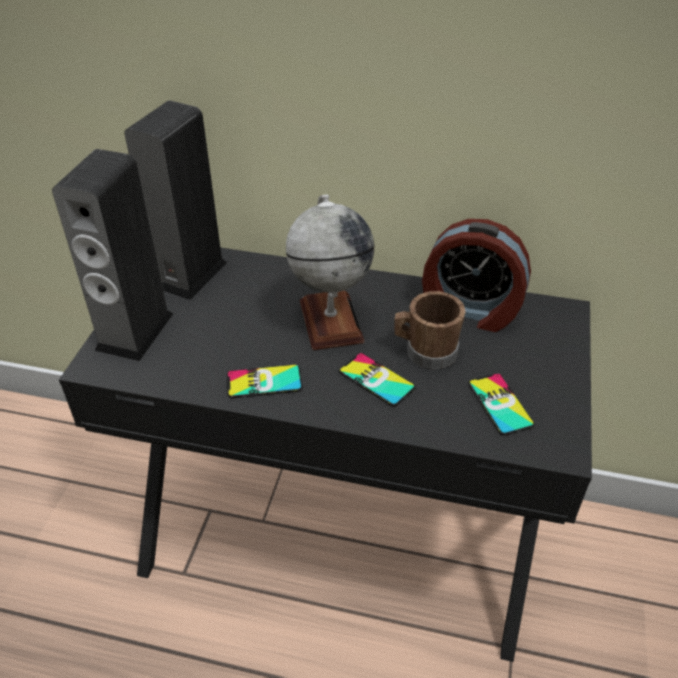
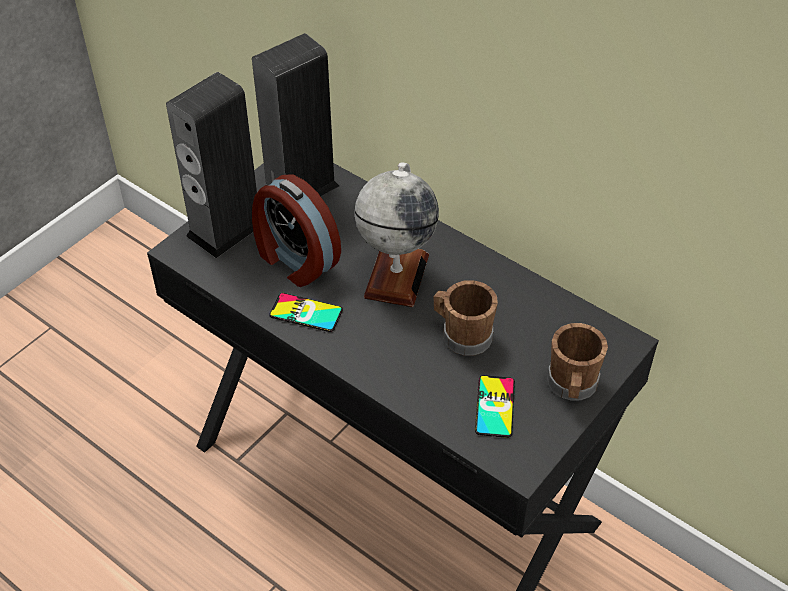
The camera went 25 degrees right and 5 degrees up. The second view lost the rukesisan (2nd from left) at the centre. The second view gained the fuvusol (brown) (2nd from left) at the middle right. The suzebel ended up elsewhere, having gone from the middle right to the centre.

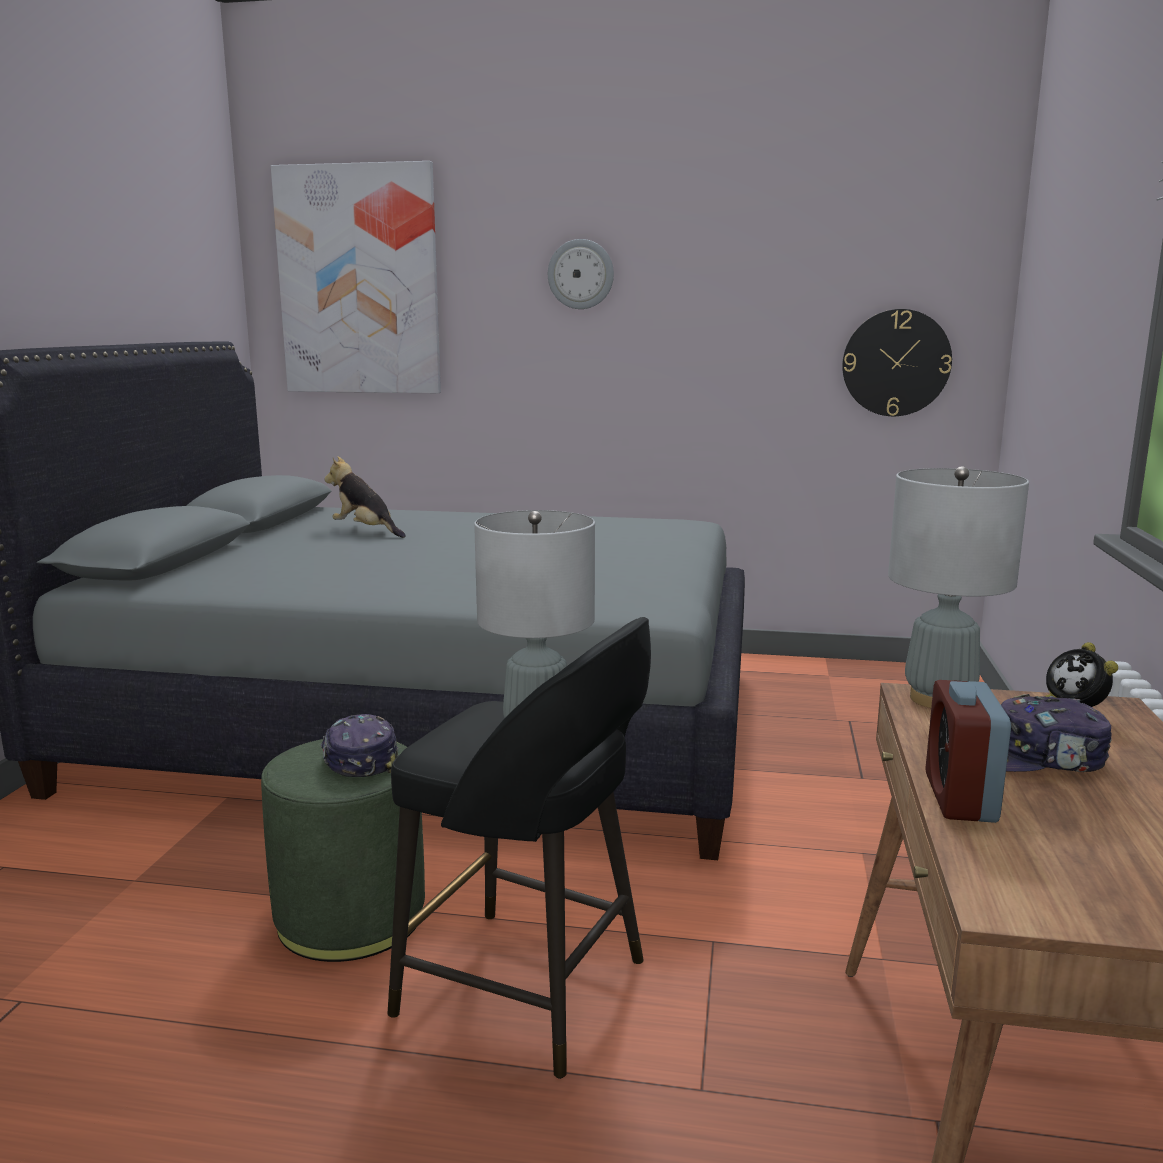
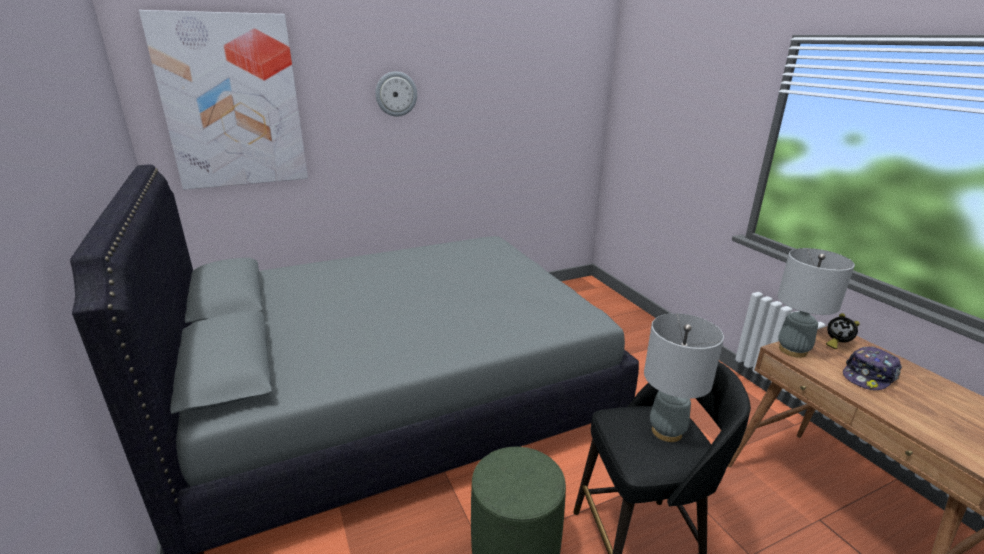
The camera went 35 degrees left and 10 degrees up. The second view lost the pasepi (1st from left) at the middle left. The second view lost the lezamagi at the middle left. The second view lost the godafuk (2nd from left) at the top right. The second view lost the suzebel (1st from left) at the middle right.

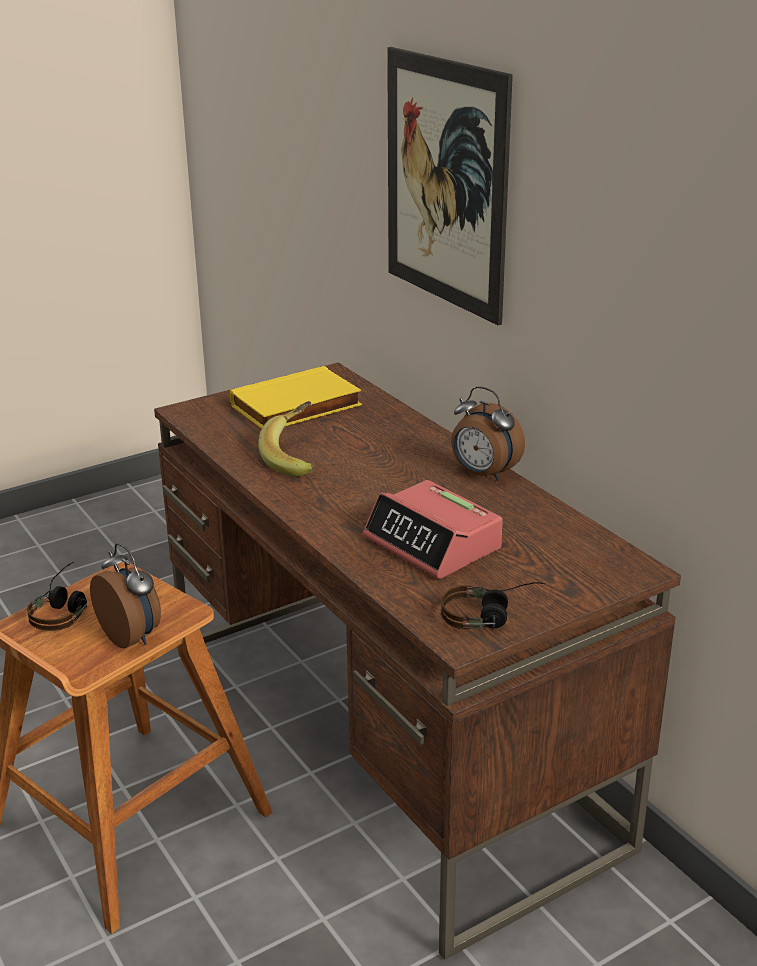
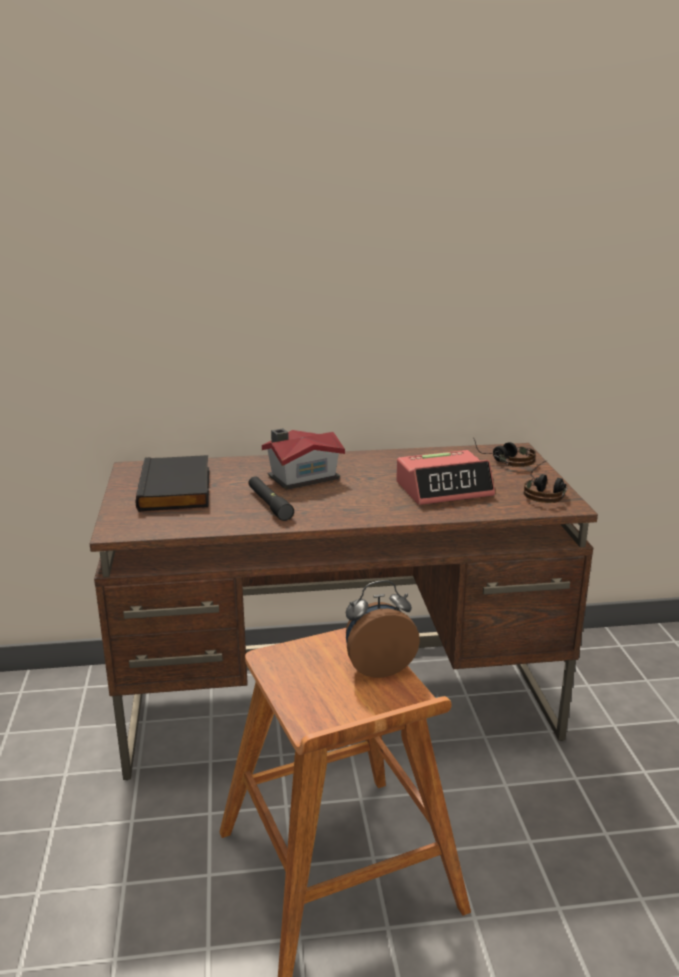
The camera went 65 degrees left and 5 degrees down. The second view lost the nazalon at the top centre. The second view lost the suzebel (3rd from left) at the centre. The second view gained the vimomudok at the centre. The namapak (1st from left) ended up elsewhere, having gone from the middle left to the middle right. Where the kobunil stood at the centre, the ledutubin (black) came to stand at the centre. What was the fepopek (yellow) at the centre turned into the fepopek (black) at the middle left.

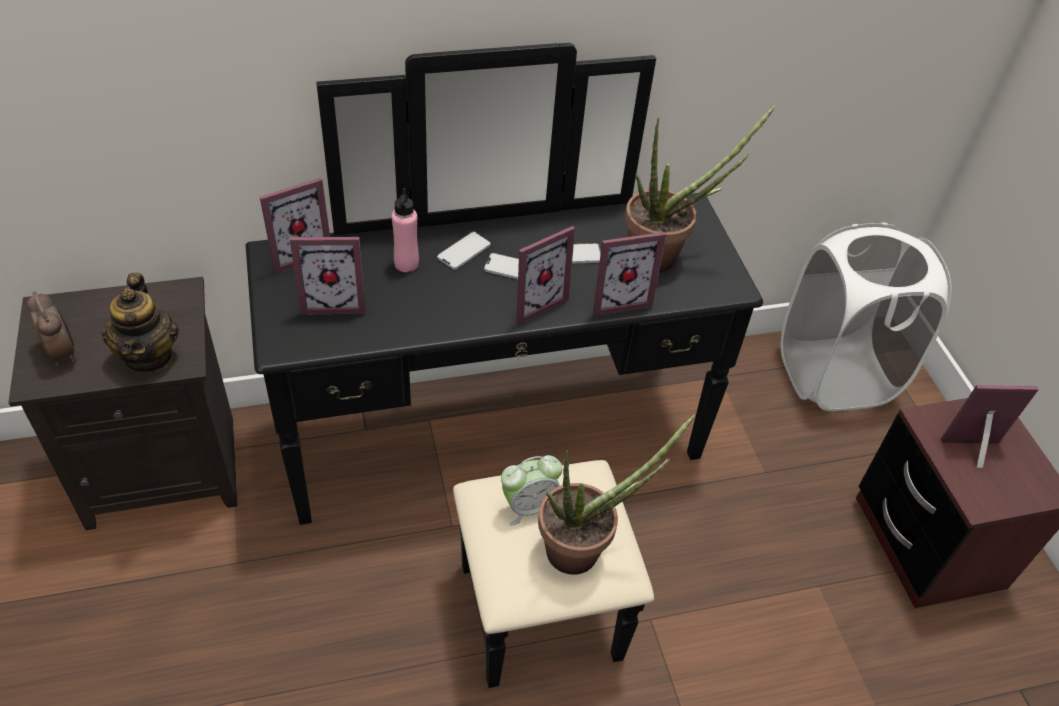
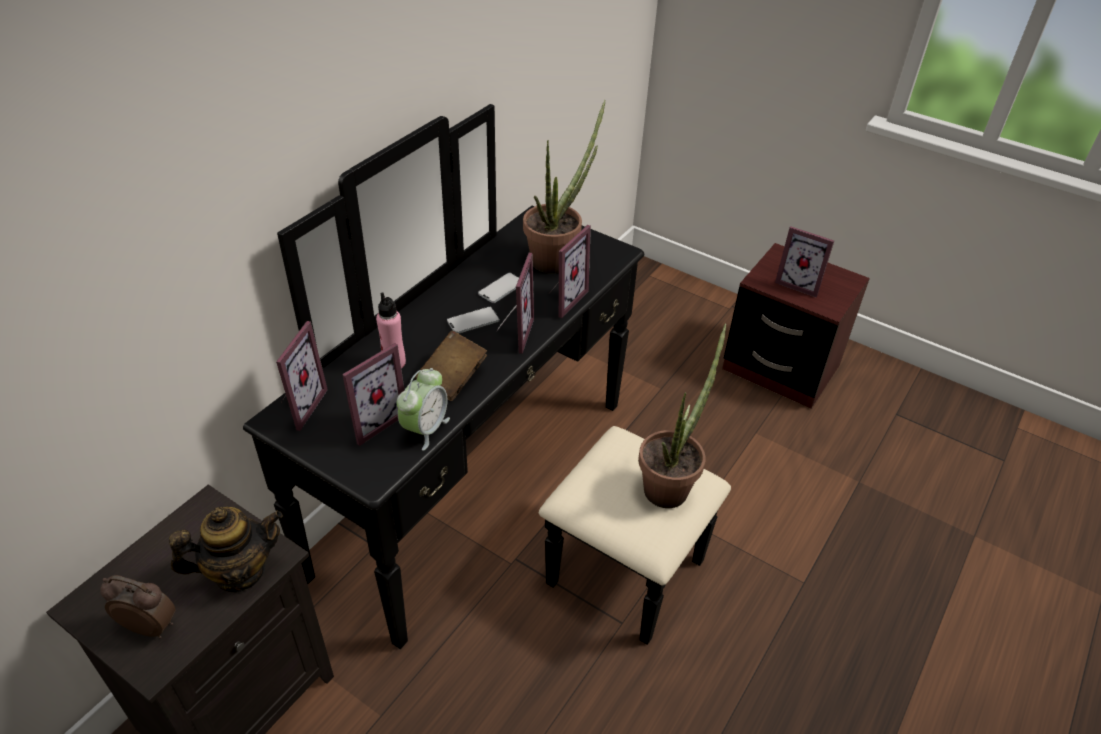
The camera went 40 degrees left and 5 degrees down. The second view lost the rukesisan (1st from left) at the centre. The second view lost the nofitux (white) at the middle right. The second view gained the fepopek (brown) at the centre. The suzebel (2nd from left) ended up elsewhere, having gone from the bottom centre to the centre. The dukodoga at the middle left ended up facing another way, 60 degrees counterclockwise from before. The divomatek (5th from left) at the middle right ended up facing another way, 105 degrees counterclockwise from before.

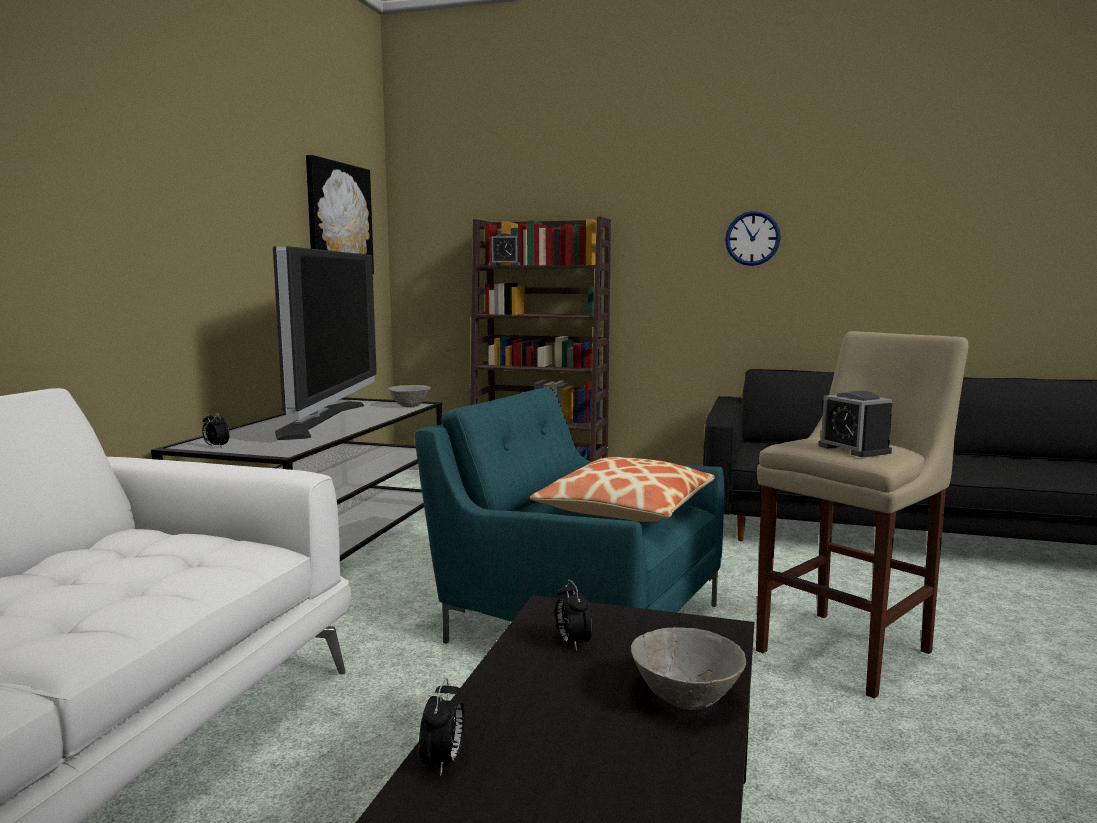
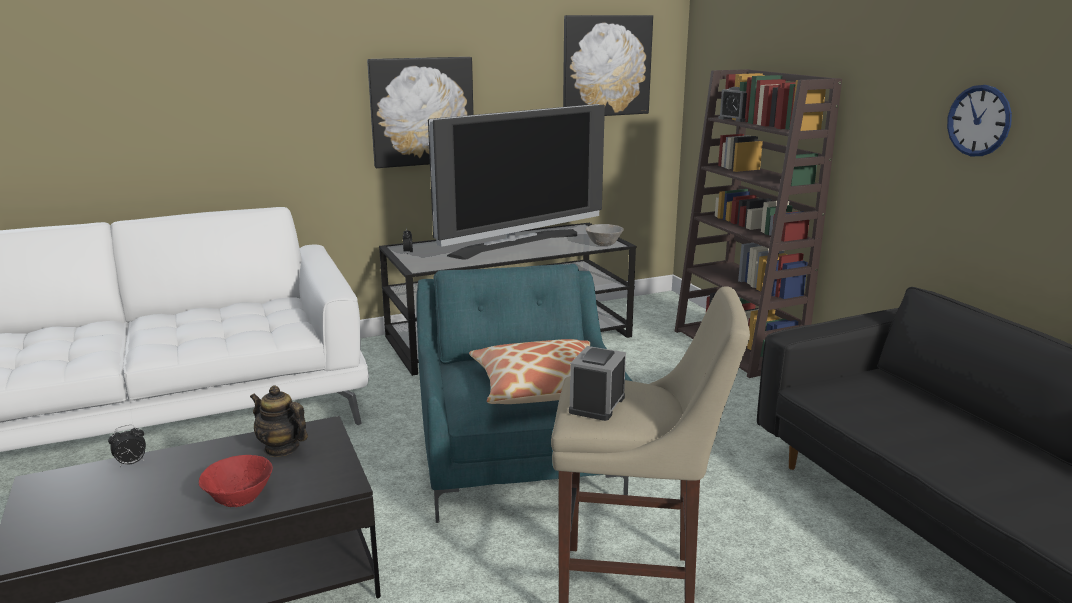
The camera went 50 degrees right and 10 degrees up. The second view gained the nazalon (1st from left) at the top centre. Where the suzebel (4th from left) stood at the bottom centre, the dukodoga came to stand at the bottom left. What was the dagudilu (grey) (2nd from left) at the bottom centre turned into the dagudilu (red) at the bottom left.

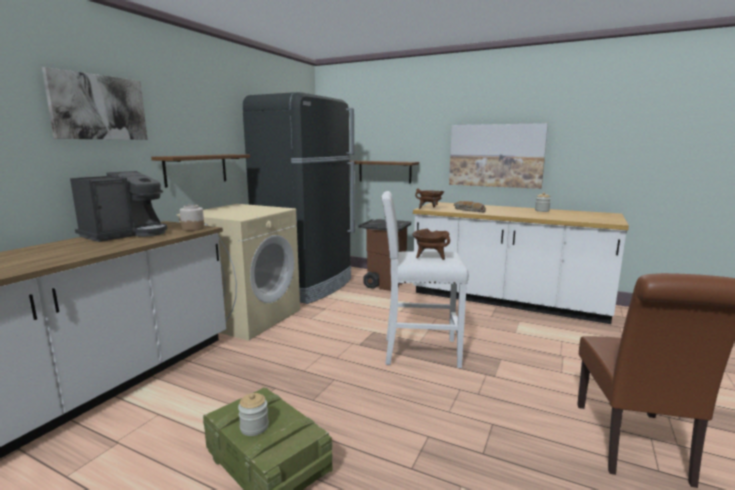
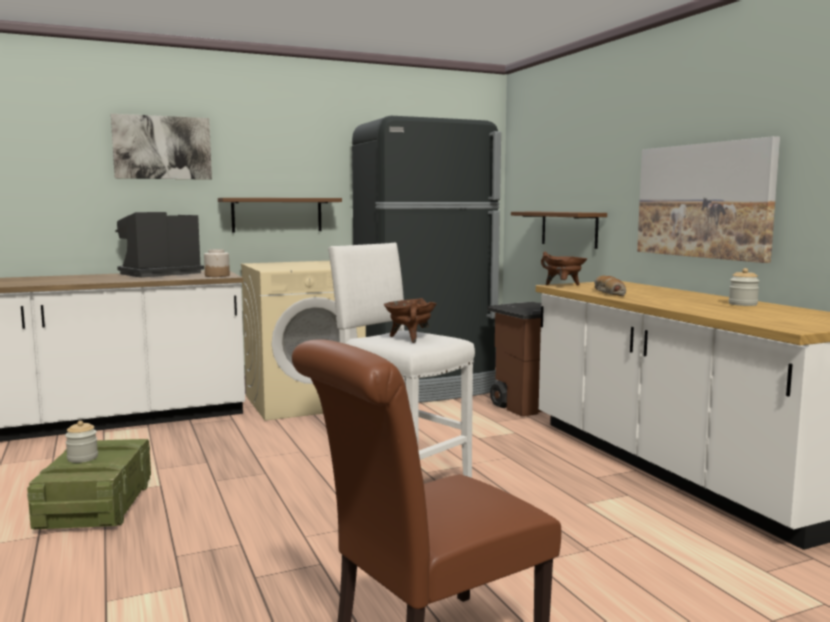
The camera went 40 degrees right and 5 degrees down. The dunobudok at the middle left ended up facing another way, 150 degrees clockwise from before.

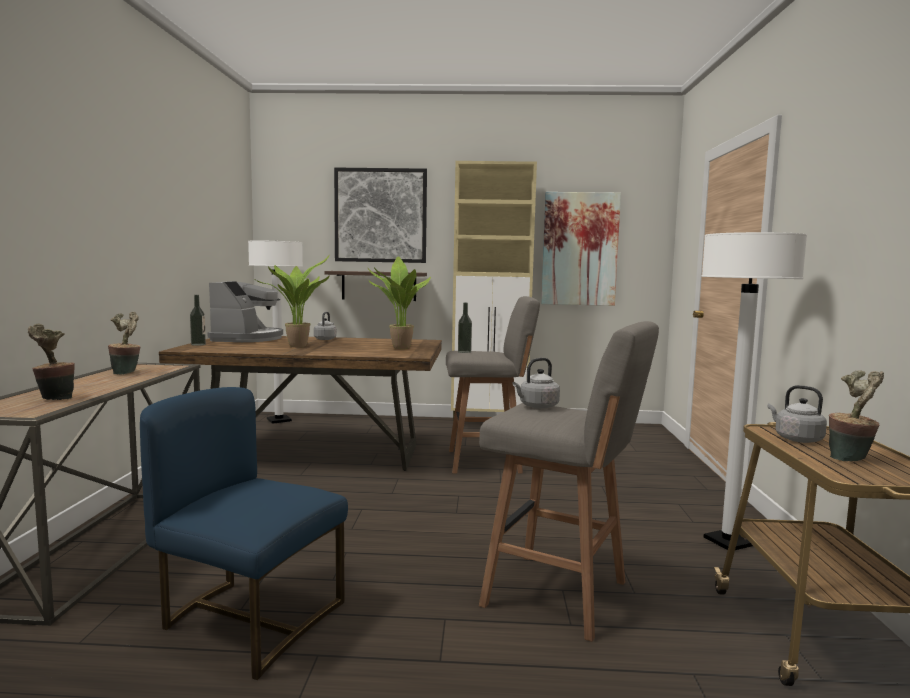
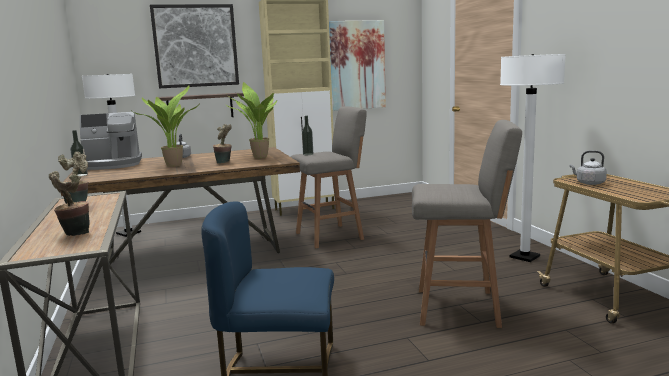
The camera went 20 degrees left and 5 degrees up. The second view lost the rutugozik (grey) (2nd from left) at the centre. The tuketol (5th from left in the first image) ended up elsewhere, having gone from the middle right to the middle left. The dunobudok at the middle left ended up facing another way, 90 degrees clockwise from before.

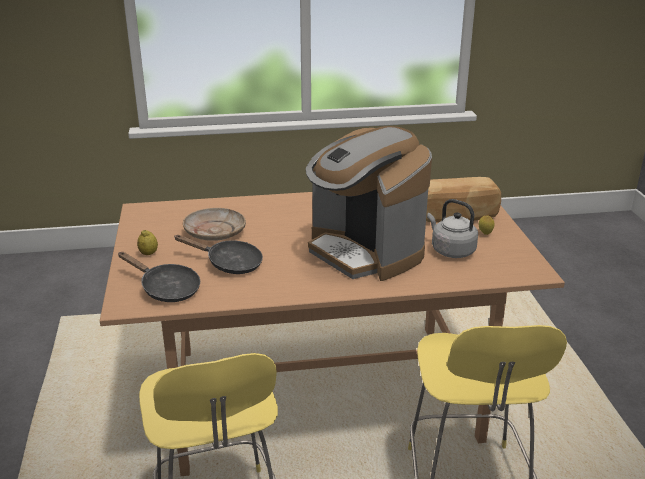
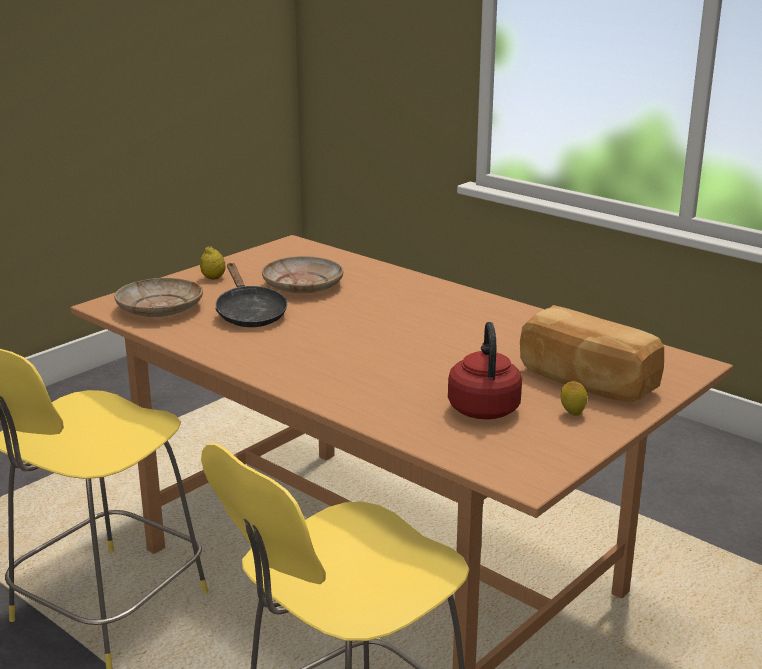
The camera went 50 degrees right and 5 degrees down. The second view lost the dunobudok at the centre. Where the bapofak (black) (1st from left) stood at the middle left, the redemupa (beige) (1st from left) came to stand at the middle left. What was the rutugozik (grey) at the middle right turned into the rutugozik (red) at the centre.

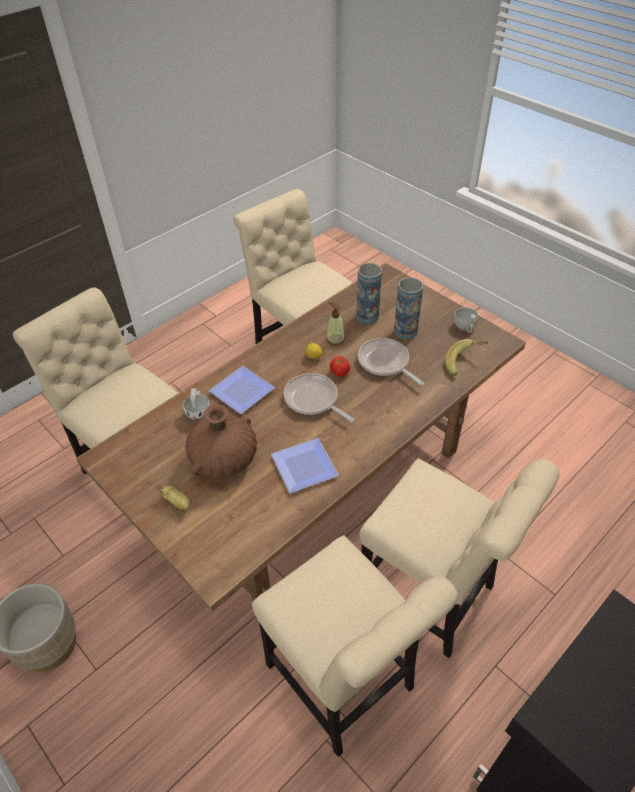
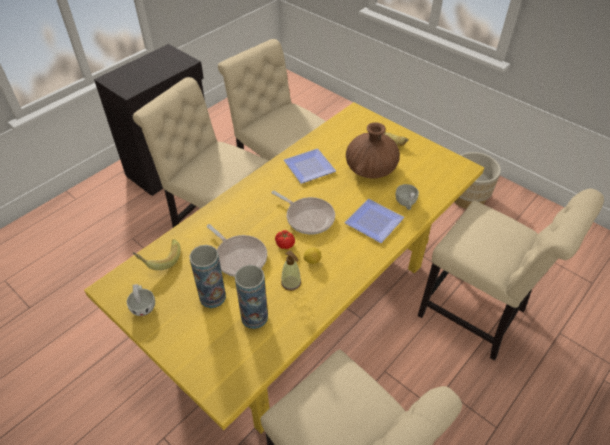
The camera went 175 degrees right and 0 degrees up. What was the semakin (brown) at the centre turned into the semakin (yellow) at the centre.

